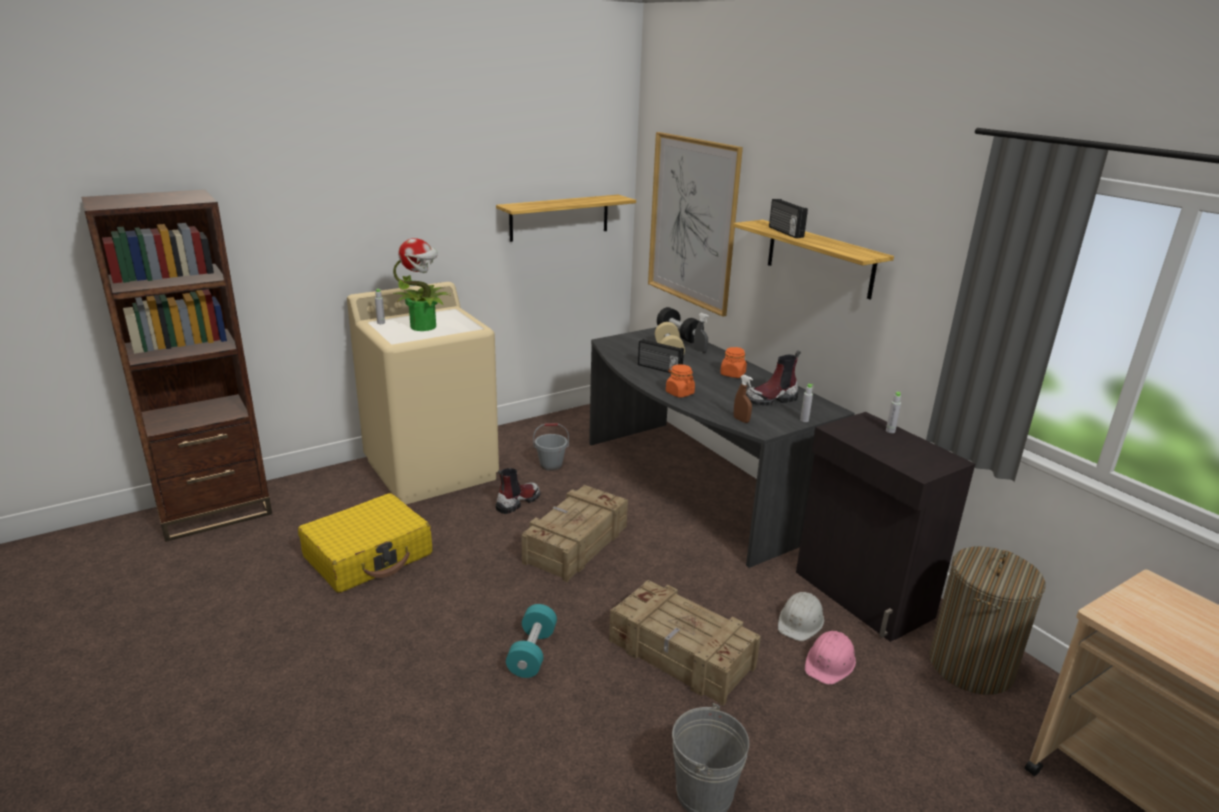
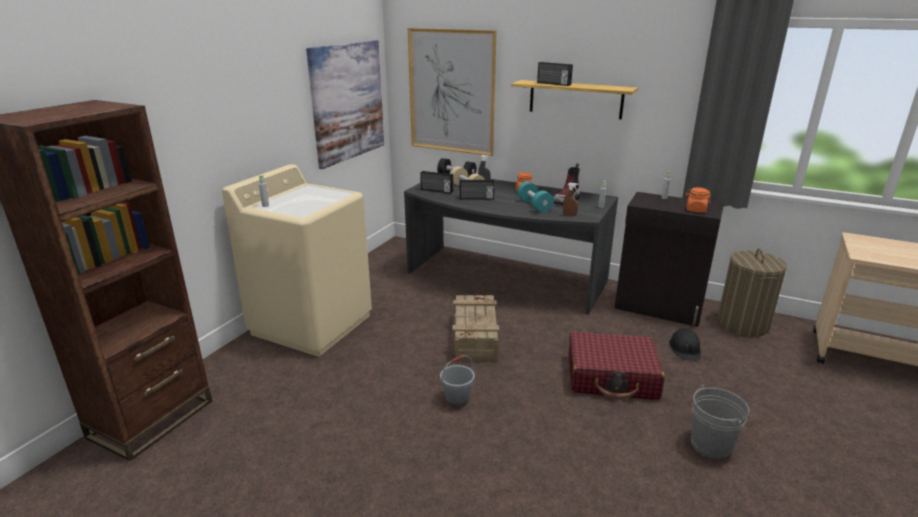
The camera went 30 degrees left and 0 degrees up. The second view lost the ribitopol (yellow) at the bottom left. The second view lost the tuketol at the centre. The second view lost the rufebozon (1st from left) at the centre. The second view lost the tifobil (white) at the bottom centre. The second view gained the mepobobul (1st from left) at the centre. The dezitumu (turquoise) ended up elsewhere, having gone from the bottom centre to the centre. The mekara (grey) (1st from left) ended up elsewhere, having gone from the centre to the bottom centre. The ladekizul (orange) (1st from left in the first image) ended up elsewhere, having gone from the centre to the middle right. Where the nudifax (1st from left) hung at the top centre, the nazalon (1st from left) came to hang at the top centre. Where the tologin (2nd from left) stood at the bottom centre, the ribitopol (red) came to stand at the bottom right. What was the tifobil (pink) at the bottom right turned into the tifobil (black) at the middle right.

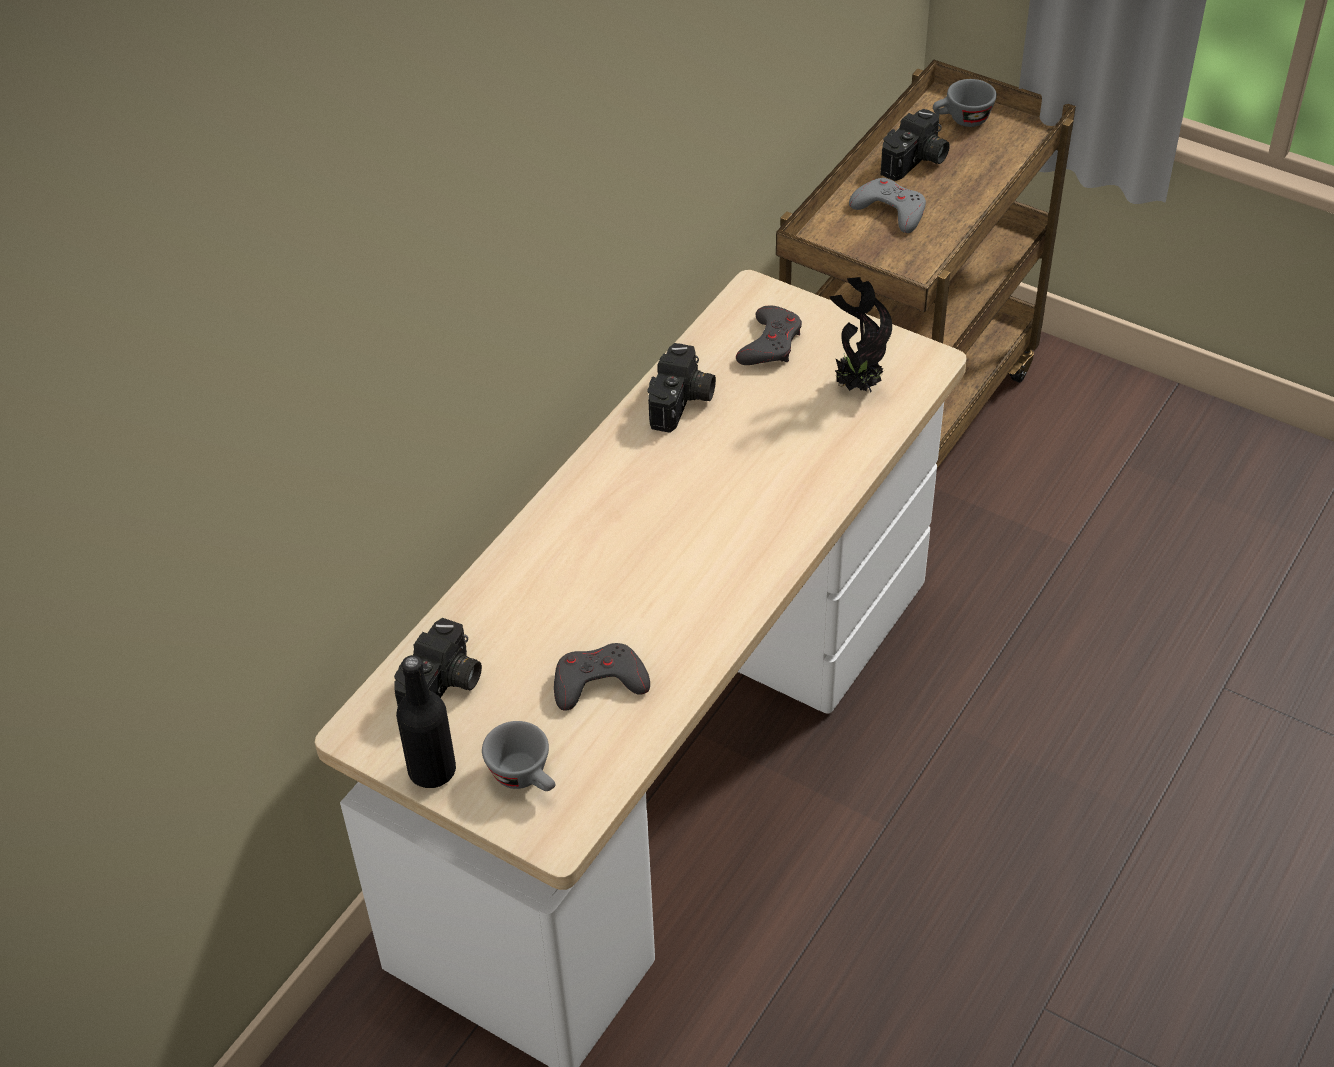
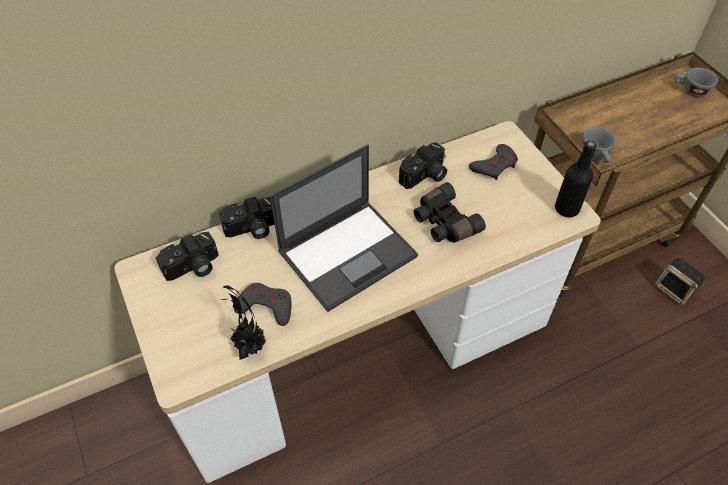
The camera went 30 degrees right and 5 degrees up. The second view lost the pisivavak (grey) (3rd from left) at the top centre. The second view gained the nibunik at the centre. The second view gained the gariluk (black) at the centre. The second view gained the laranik at the middle right. The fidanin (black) ended up elsewhere, having gone from the bottom left to the middle right. The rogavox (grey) (1st from left) ended up elsewhere, having gone from the bottom centre to the top right. The tuketol ended up elsewhere, having gone from the top centre to the centre. The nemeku (3rd from left in the first image) ended up elsewhere, having gone from the top right to the centre.

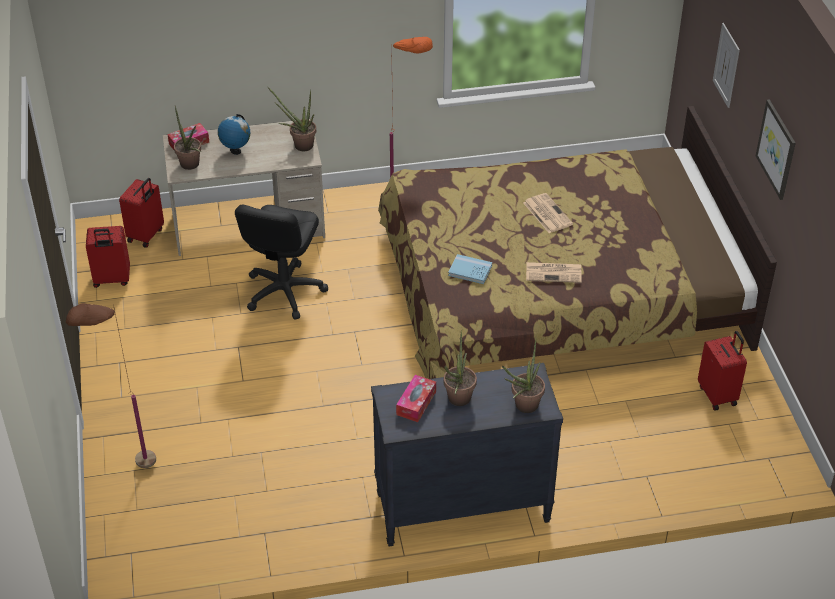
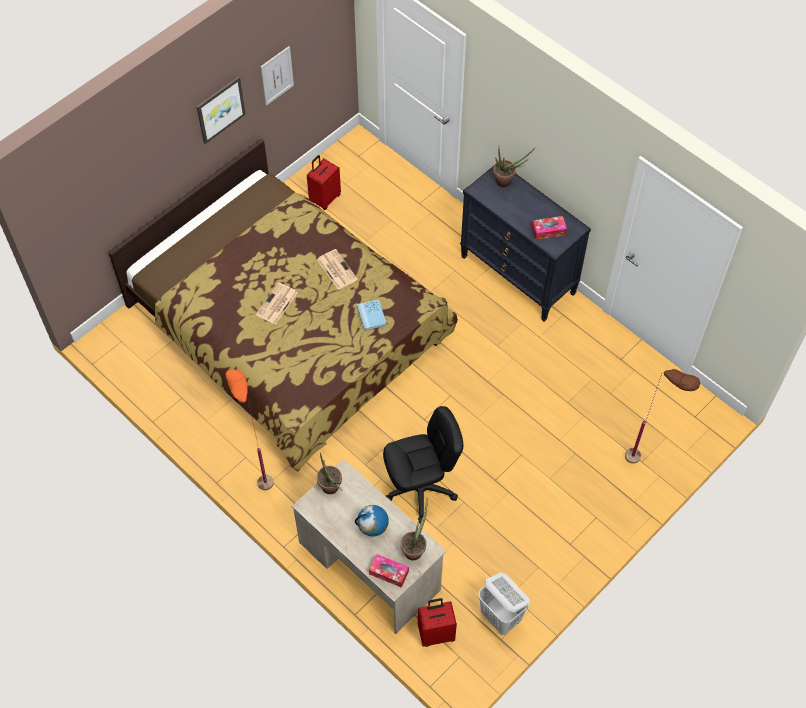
The camera went 125 degrees left and 15 degrees up. The second view lost the tuketol (3rd from left) at the centre. The nazalon (1st from left in the first image) ended up elsewhere, having gone from the top right to the top centre. Where the ribitopol (red) (1st from left) stood at the middle left, the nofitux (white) came to stand at the bottom centre.

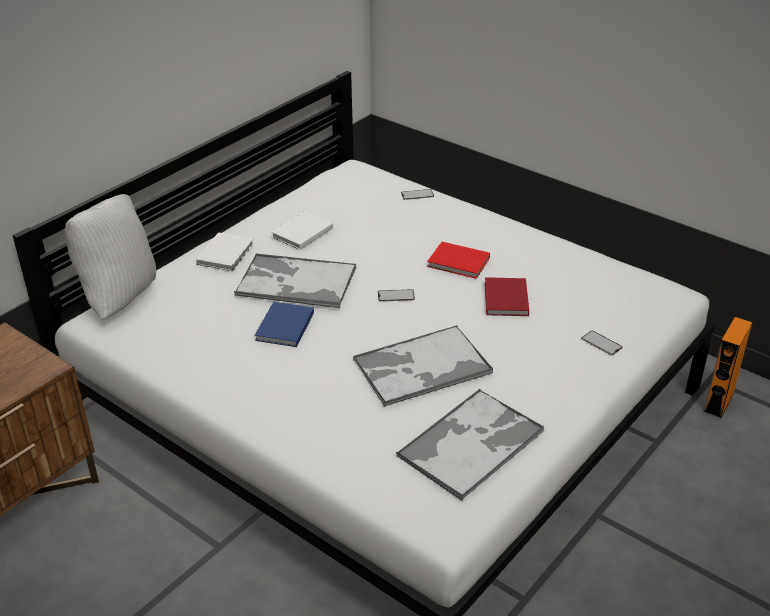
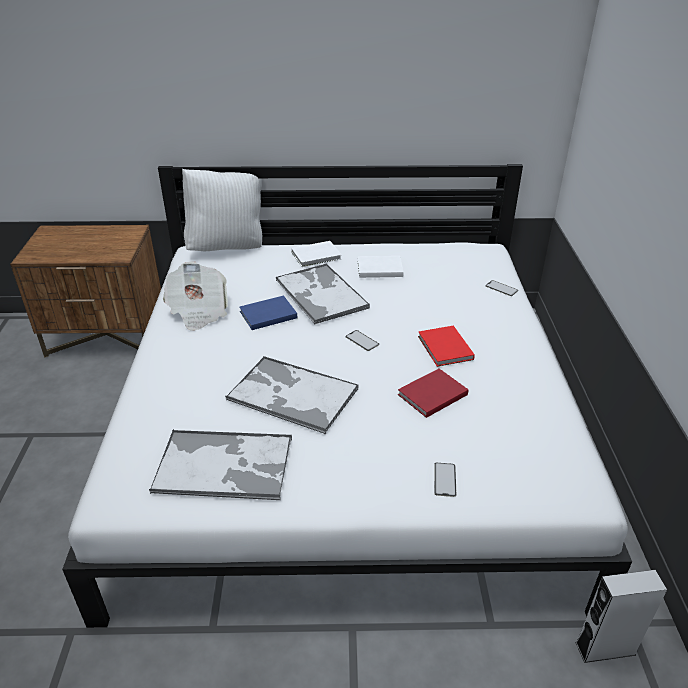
The camera went 50 degrees right and 0 degrees up. The second view gained the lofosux at the middle left. What was the laranik (orange) at the middle right turned into the laranik (grey) at the bottom right.

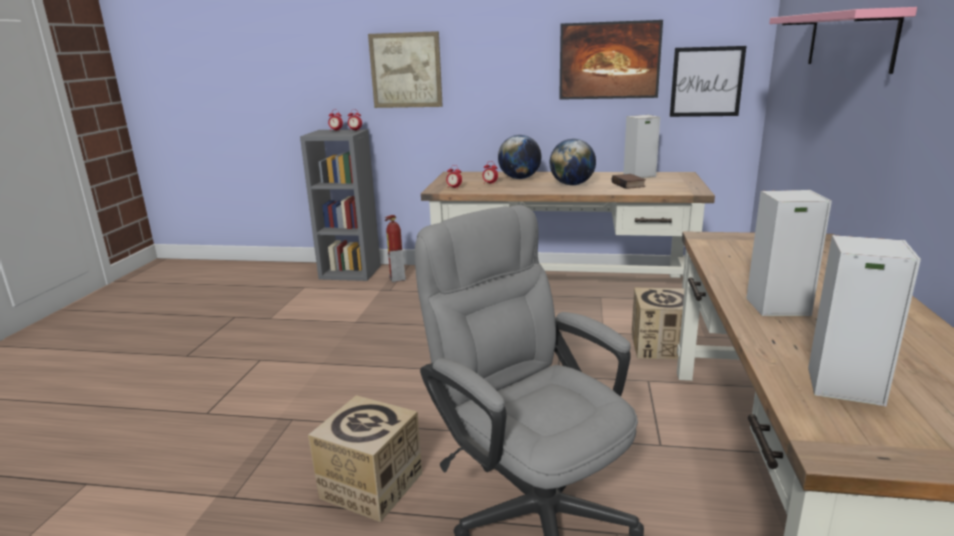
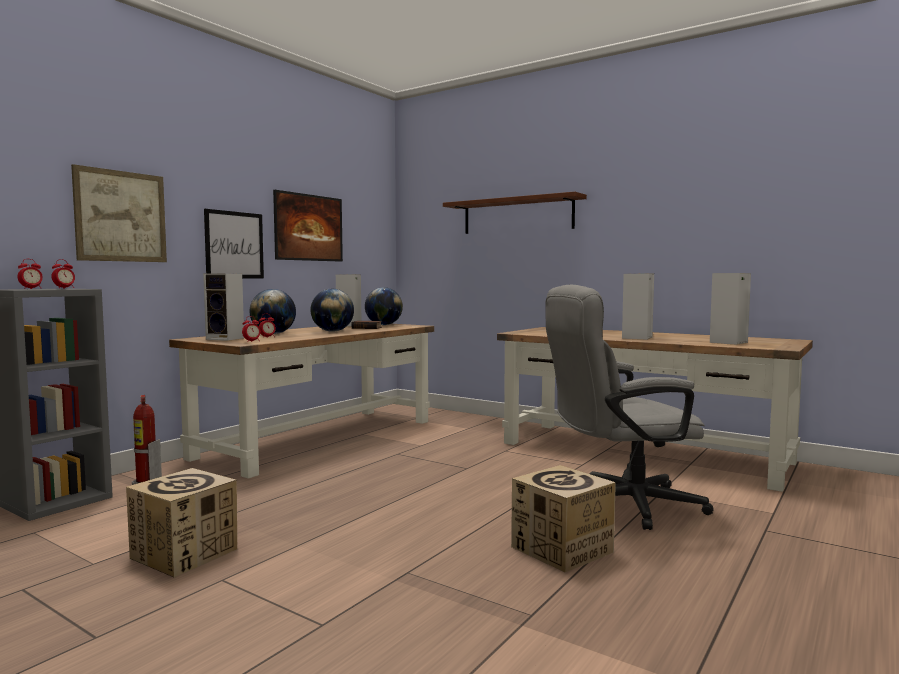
The camera went 65 degrees left and 15 degrees down. The second view gained the laranik (1st from left) at the middle left. The second view gained the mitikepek (3rd from left) at the centre. The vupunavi (2nd from left in the first image) ended up elsewhere, having gone from the middle right to the bottom left. The nazalon (3rd from left in the first image) ended up elsewhere, having gone from the top right to the middle left. What was the nudifax (pink) at the top right turned into the nudifax (brown) at the top centre.

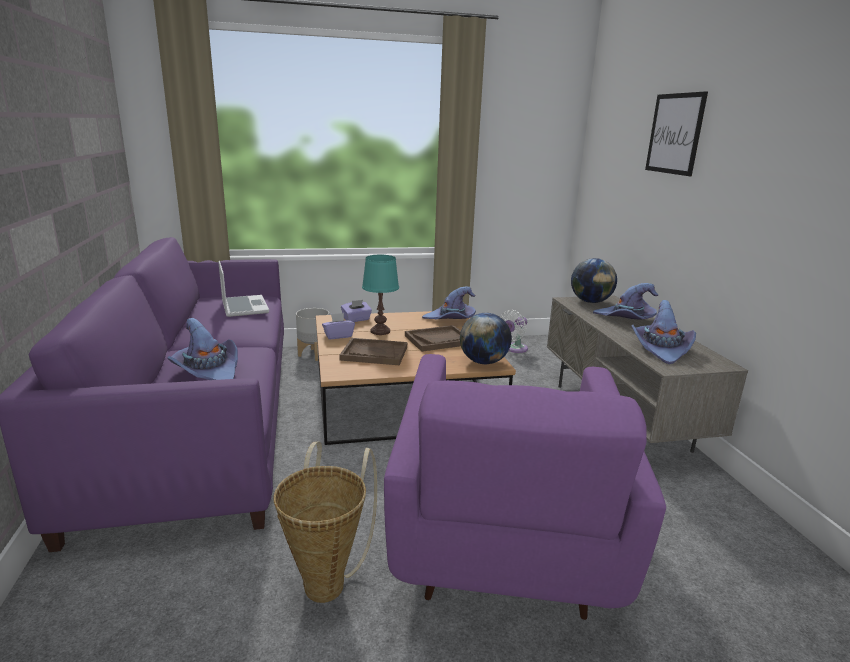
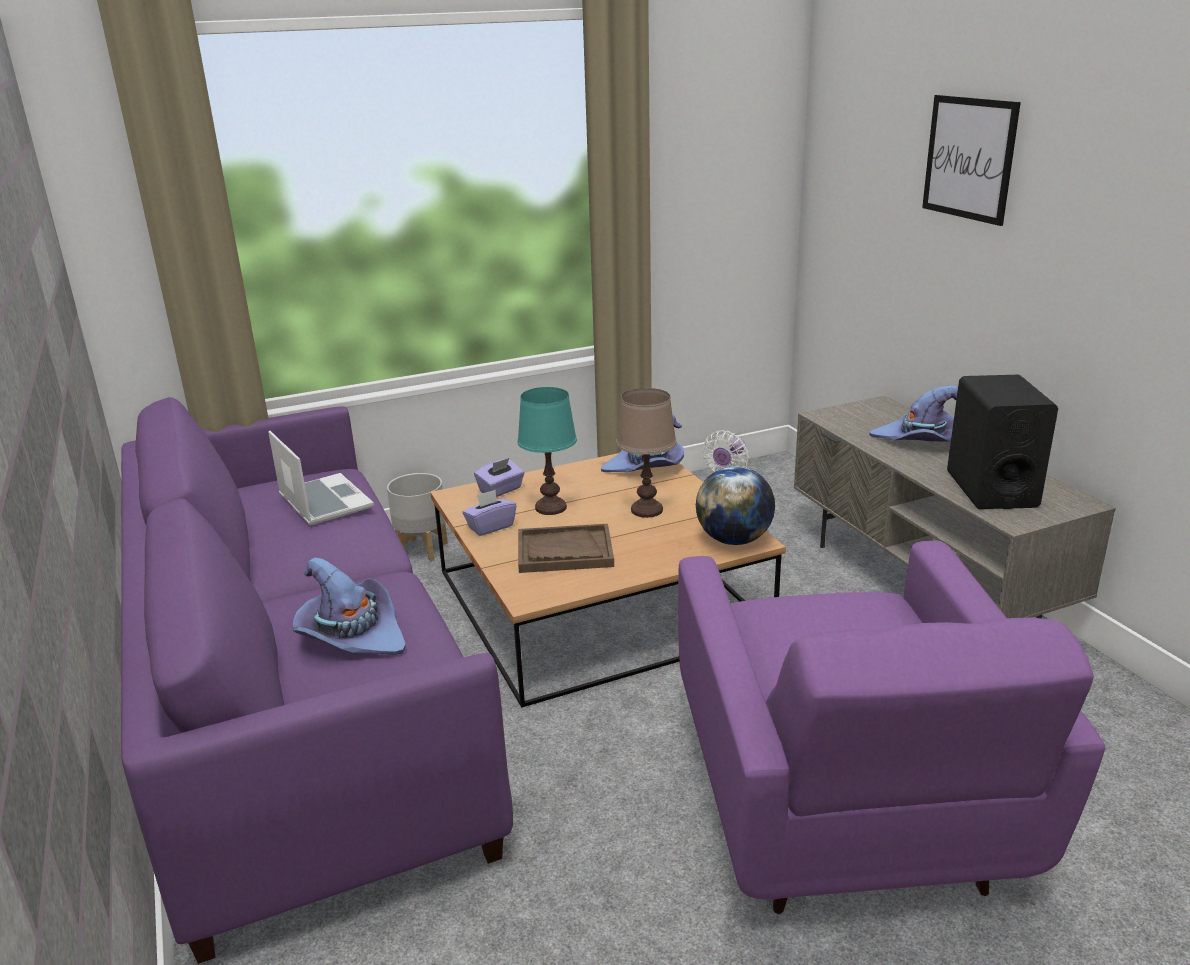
The camera went 10 degrees left and 5 degrees up. The second view lost the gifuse at the bottom centre. The second view lost the mitikepek (2nd from left) at the middle right. Where the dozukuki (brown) (2nd from left) stood at the centre, the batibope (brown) came to stand at the centre. Where the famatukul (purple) (4th from left) stood at the middle right, the laranik (black) came to stand at the middle right.

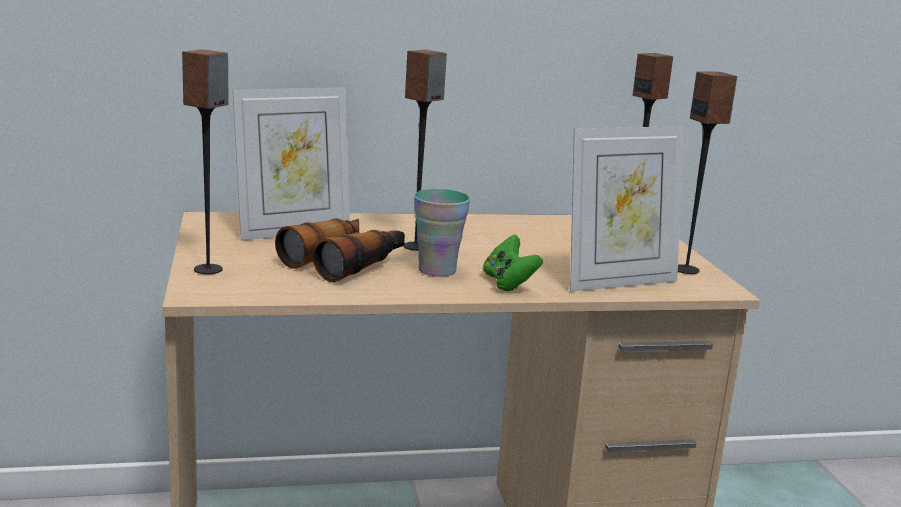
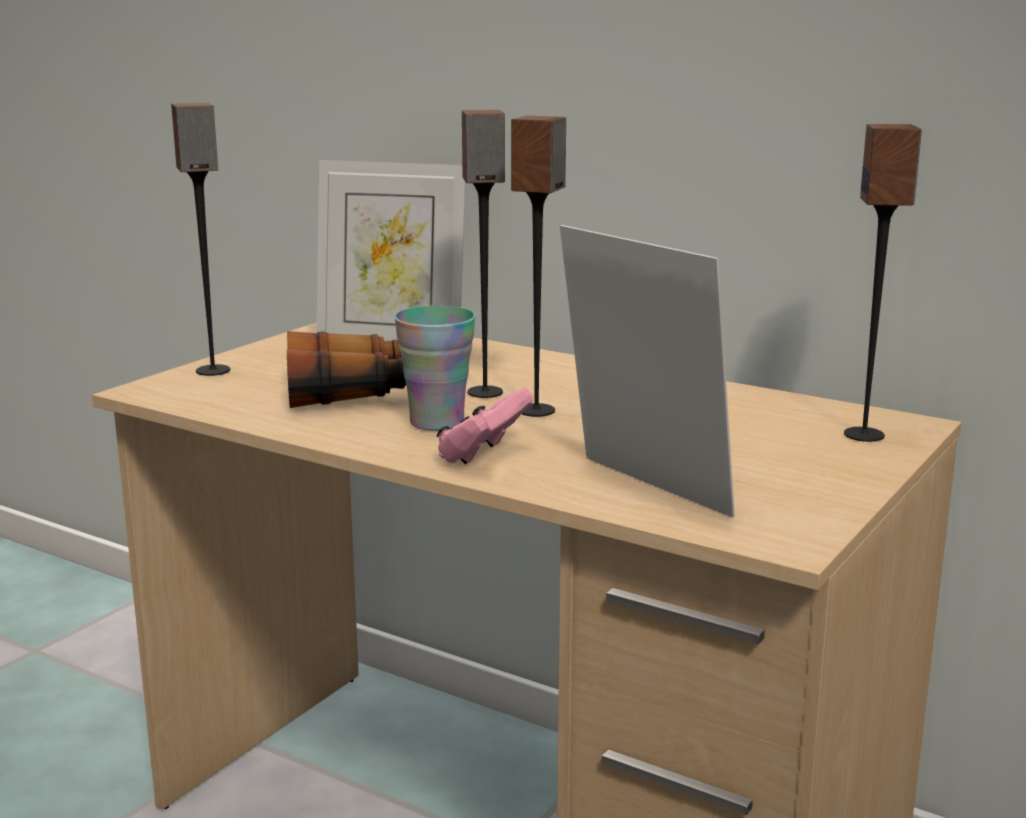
The camera went 45 degrees right and 0 degrees up. The laranik (4th from left in the first image) ended up elsewhere, having gone from the middle right to the top centre. What was the pisivavak (green) at the centre turned into the pisivavak (pink) at the centre. The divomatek (2nd from left) at the middle right ended up facing another way, 150 degrees counterclockwise from before.

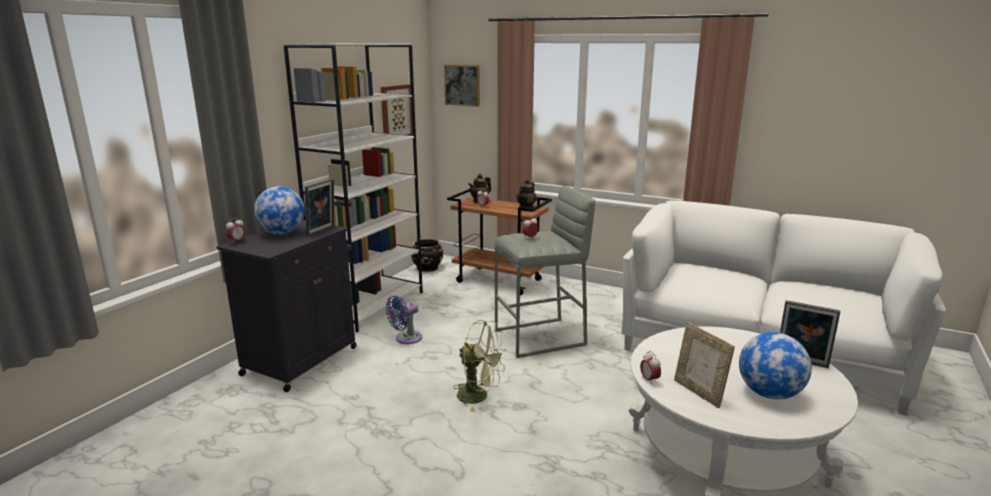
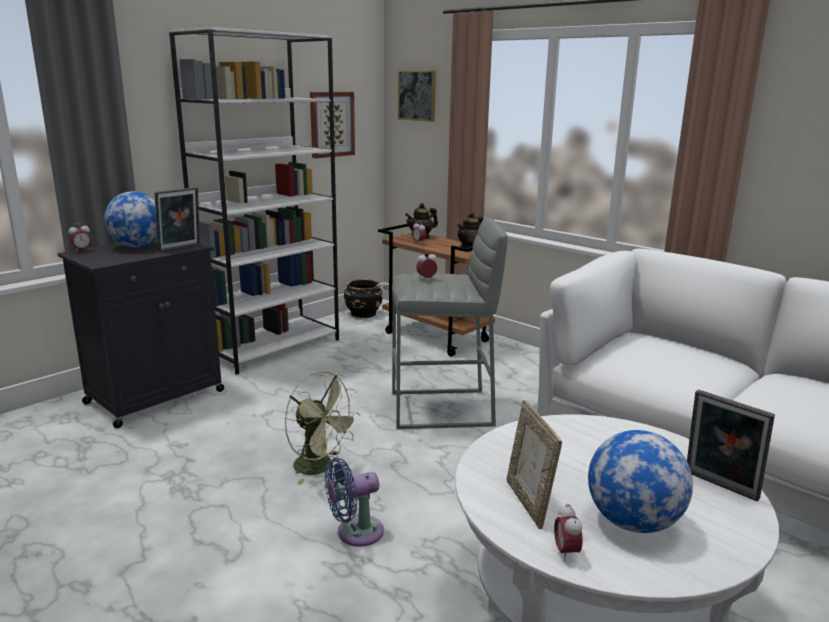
The camera went 15 degrees right and 0 degrees up. The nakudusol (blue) ended up elsewhere, having gone from the centre to the bottom centre. The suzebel (4th from left) ended up elsewhere, having gone from the bottom centre to the bottom right.

